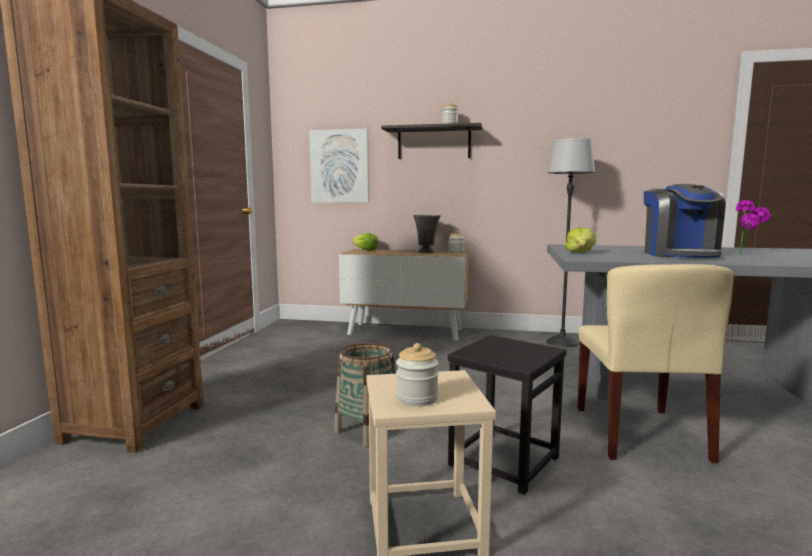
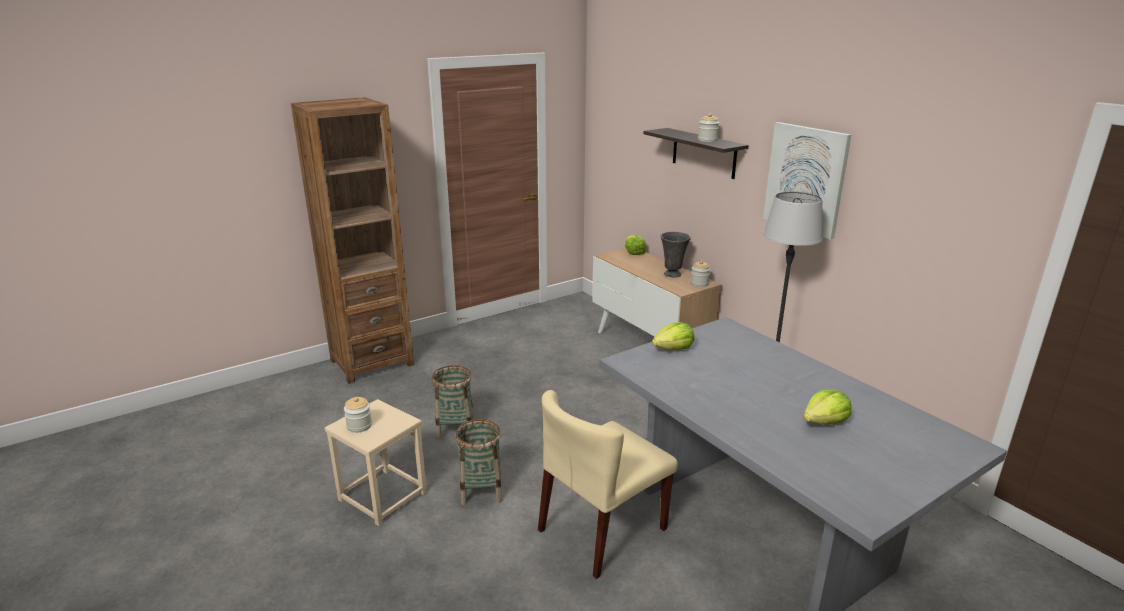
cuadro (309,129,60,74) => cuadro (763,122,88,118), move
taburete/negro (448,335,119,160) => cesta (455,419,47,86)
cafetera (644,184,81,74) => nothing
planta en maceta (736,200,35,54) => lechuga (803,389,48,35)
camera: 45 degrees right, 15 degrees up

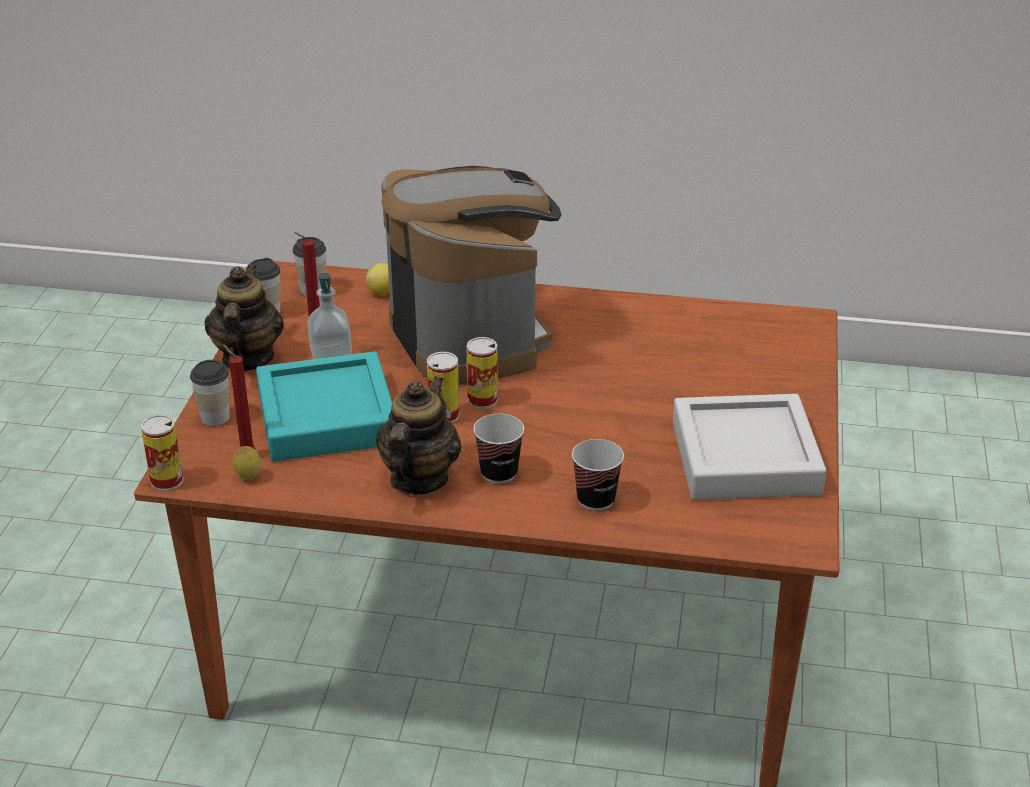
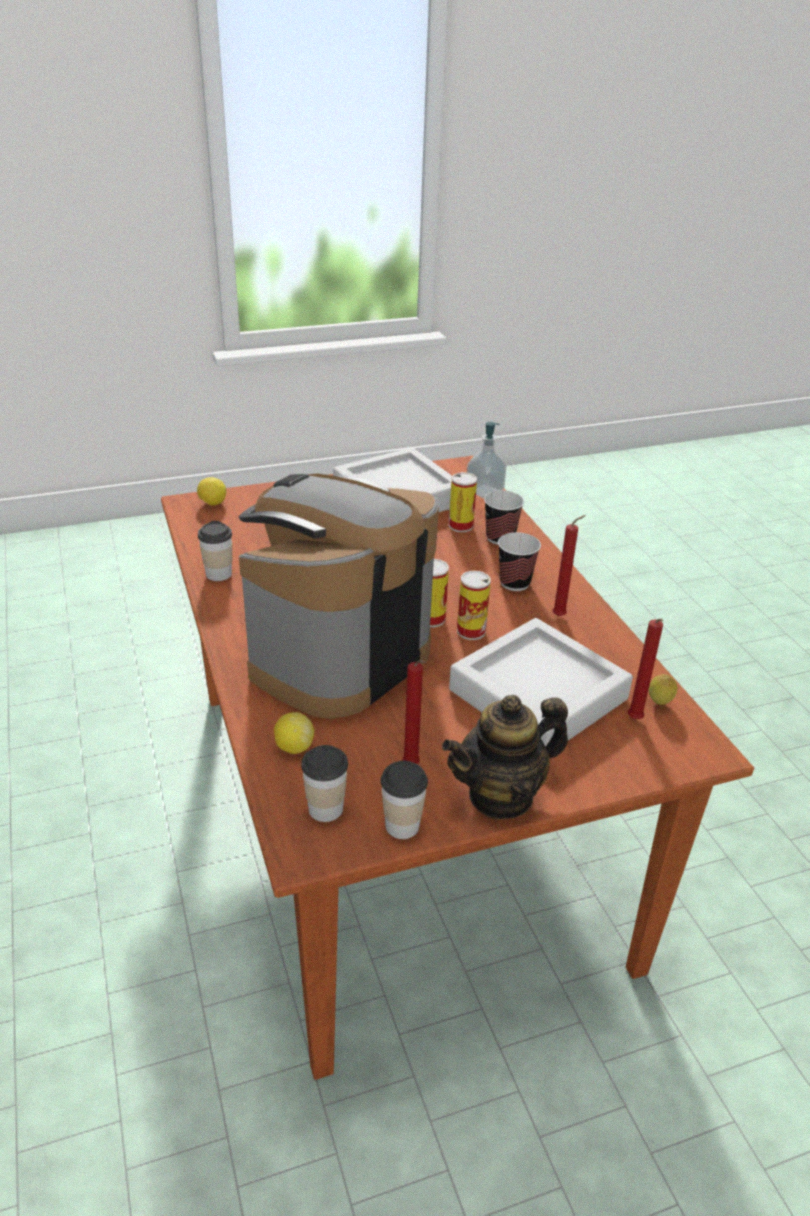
lata (141,415,43,76) => lata (449,472,28,60), move
taza (190,360,39,66) => taza (198,521,34,60), move
bandeja/turquesa (256,351,136,111) => bandeja/gris (449,618,184,129)
dispensador de jabón (307,273,45,86) => dispensador de jabón (467,422,39,76), move
tetera (376,376,86,119) => vela/rojo (553,515,33,101)
nothing => limón (197,477,29,28)
camera: 120 degrees left, 0 degrees up

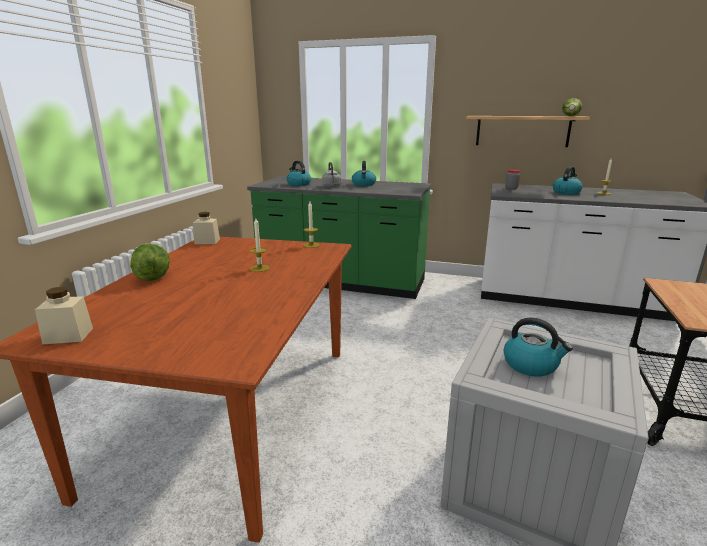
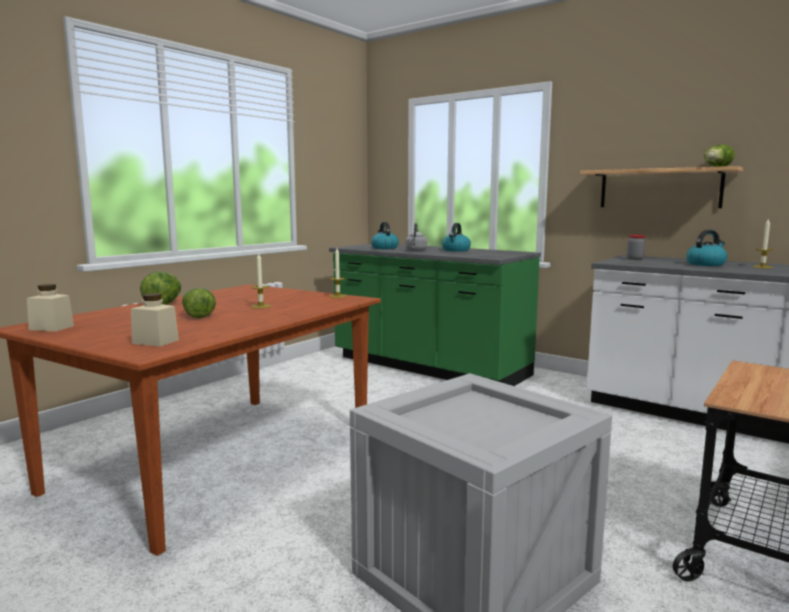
tarro/beis (193,212,27,32) => tarro/beis (131,293,48,54), move
hervidor (503,318,70,59) => nothing
nothing => lechuga (182,288,34,30)
camera: 20 degrees right, 10 degrees down

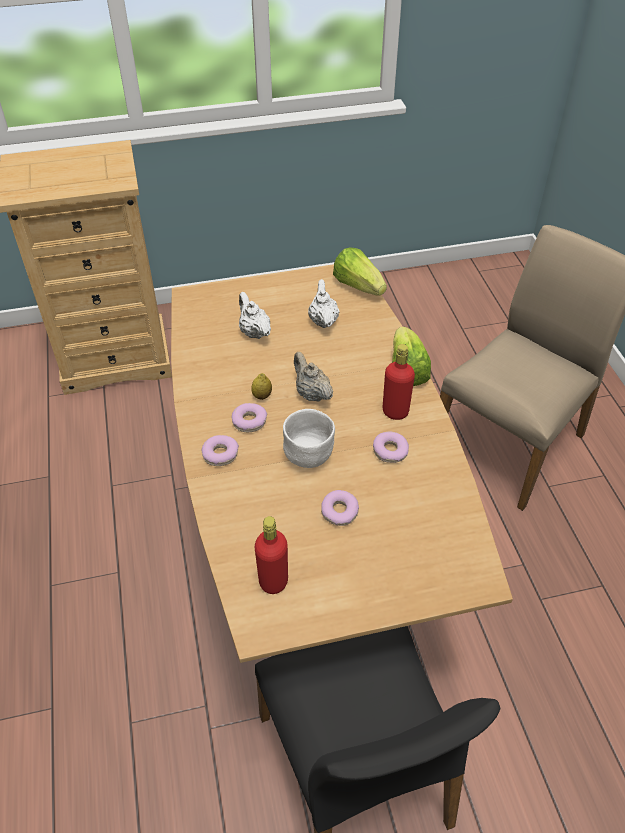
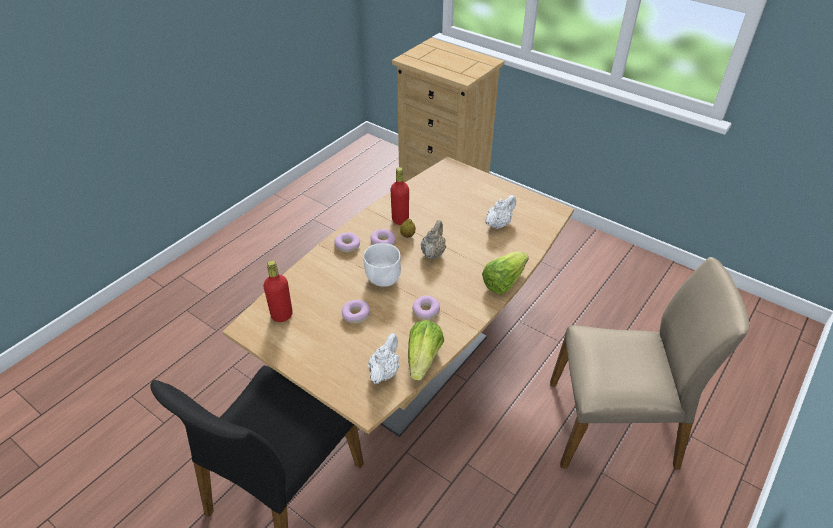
tetera/blanco (239,292,32,47) => tetera/blanco (368,334,31,50), move
lechuga (333,247,54,49) => lechuga (408,320,36,61), move
botella/rojo (382,344,33,76) => botella/rojo (390,167,19,58), move
camera: 50 degrees right, 5 degrees down

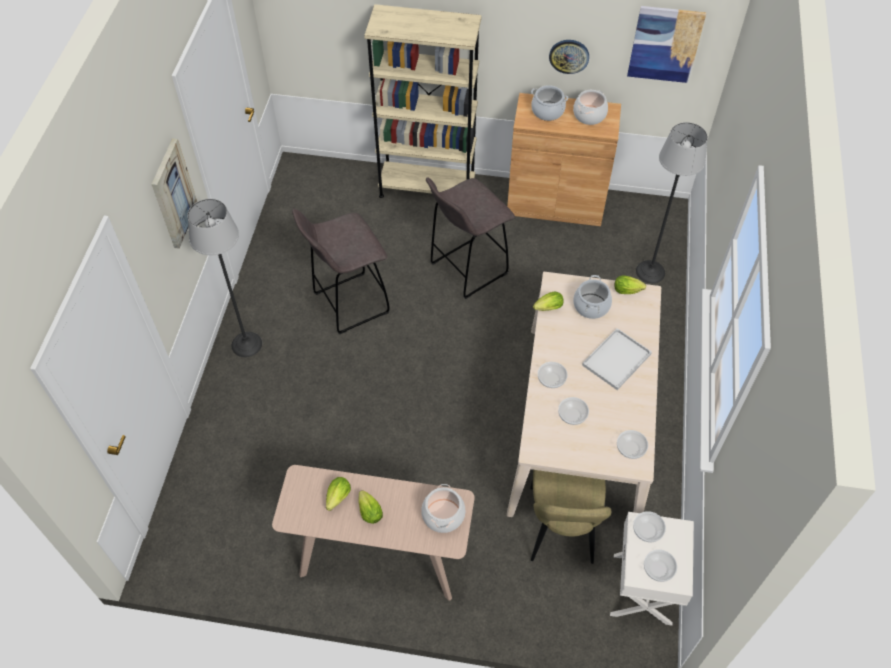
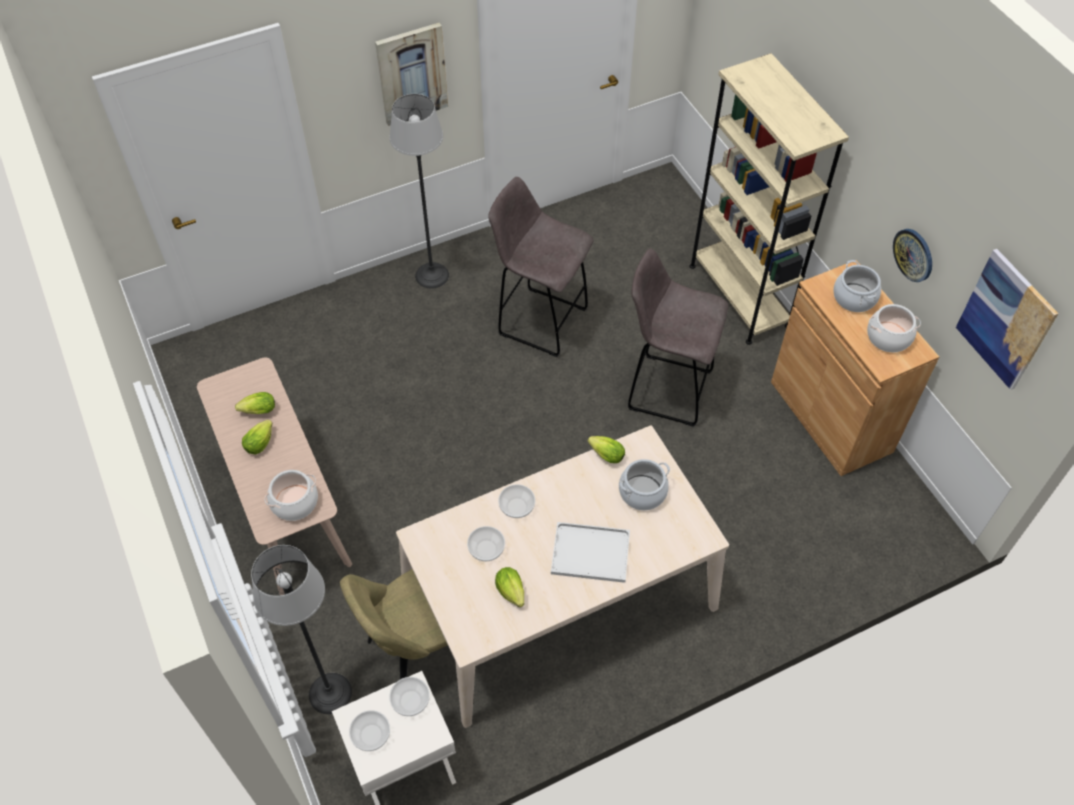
lechuga (614,275,32,19) => lechuga (495,567,29,40), move
cuenco (617,430,31,29) => nothing
lámpara de pie (636,122,72,161) => lámpara de pie (251,545,101,169), move
camera: 55 degrees right, 0 degrees up

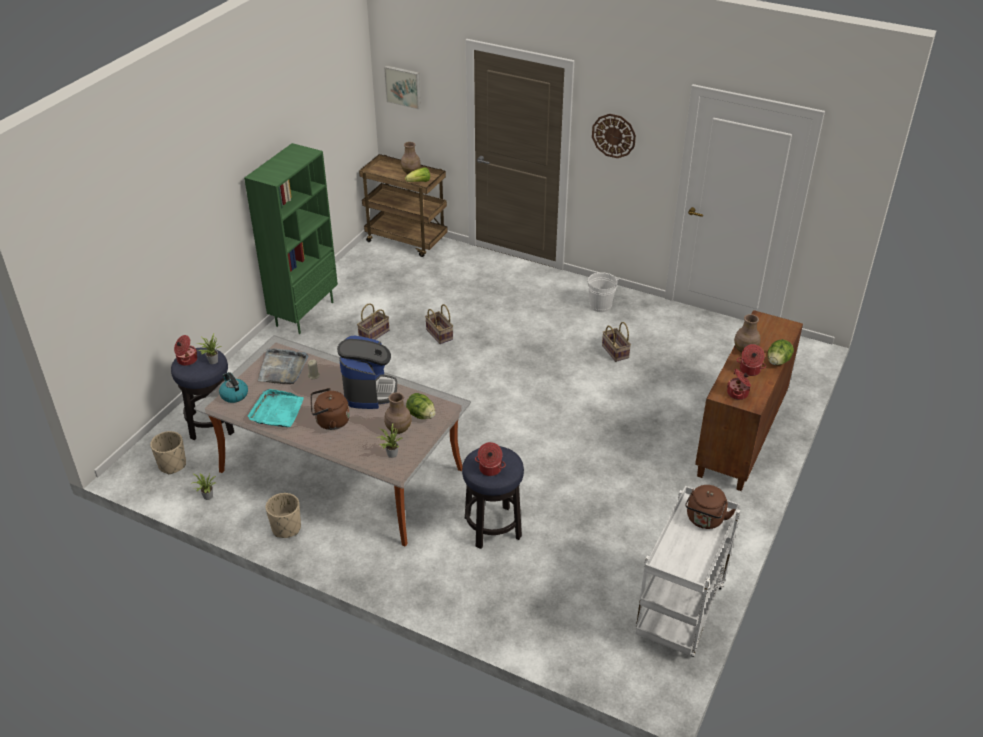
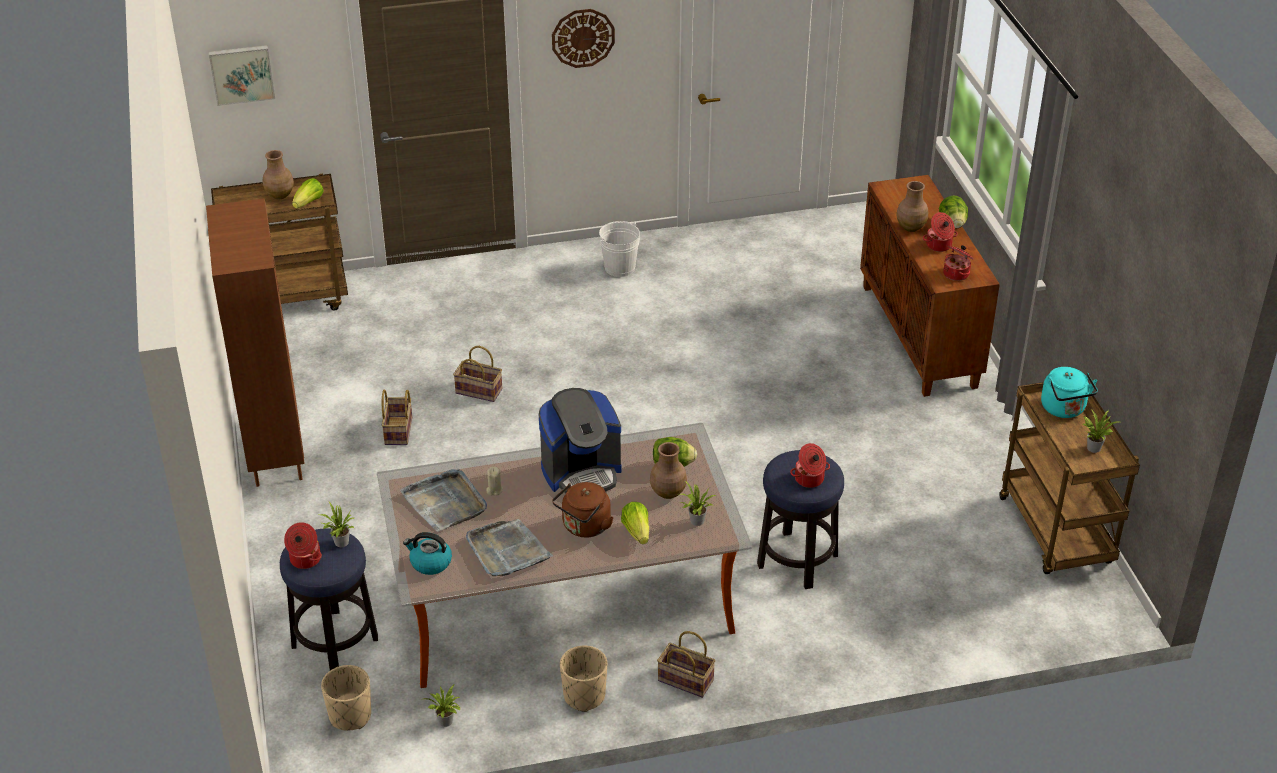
estantería/verde (244,143,94,191) => estantería/marrón (206,199,98,288)
bandeja/turquesa (248,389,56,38) => bandeja/gris (466,519,87,57)
cafetera (337,336,60,73) => cafetera (539,388,82,105), 105 degrees clockwise
cesta (602,322,29,40) => cesta (657,631,59,67), move
carrito/blanco (636,486,104,171) => carrito/marrón (999,382,141,192)
hervidor/marrón (685,485,51,44) => hervidor/turquesa (1041,367,57,51)
nothing => lechuga (621,502,28,42)
nothing => planta en maceta (1083,409,36,44)
camera: 40 degrees left, 0 degrees up

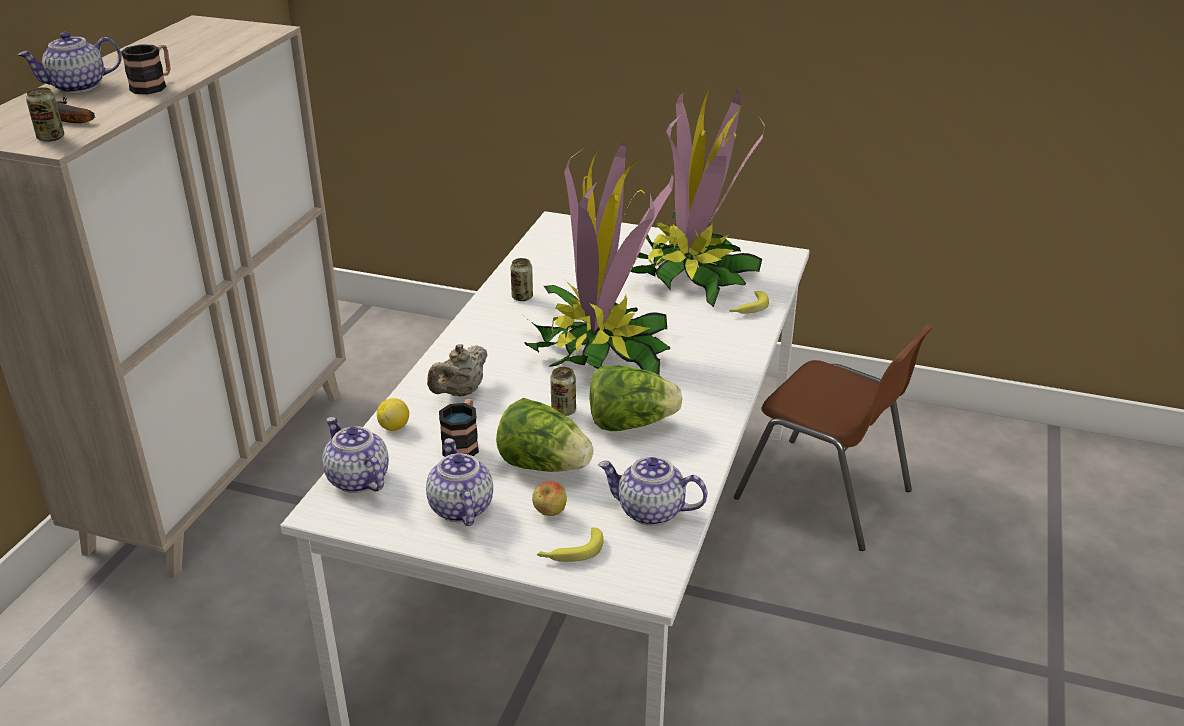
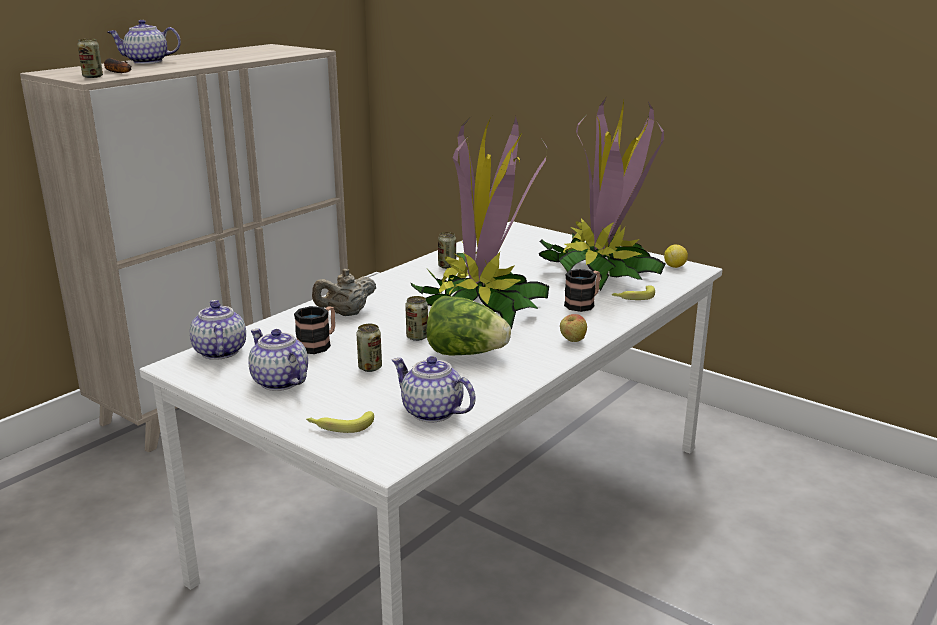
taza grande (121,44,50,50) => taza grande (564,269,36,43), move
limón (377,398,32,33) => limón (664,245,24,23), move
tetera (426,438,67,88) => tetera (248,329,60,62), 45 degrees counterclockwise
lechuga (496,398,97,74) => lata (356,324,26,48)
manzana (532,481,35,35) => manzana (560,314,27,28), move
silla/marrón (734,324,199,227) => nothing
camera: 20 degrees right, 10 degrees down

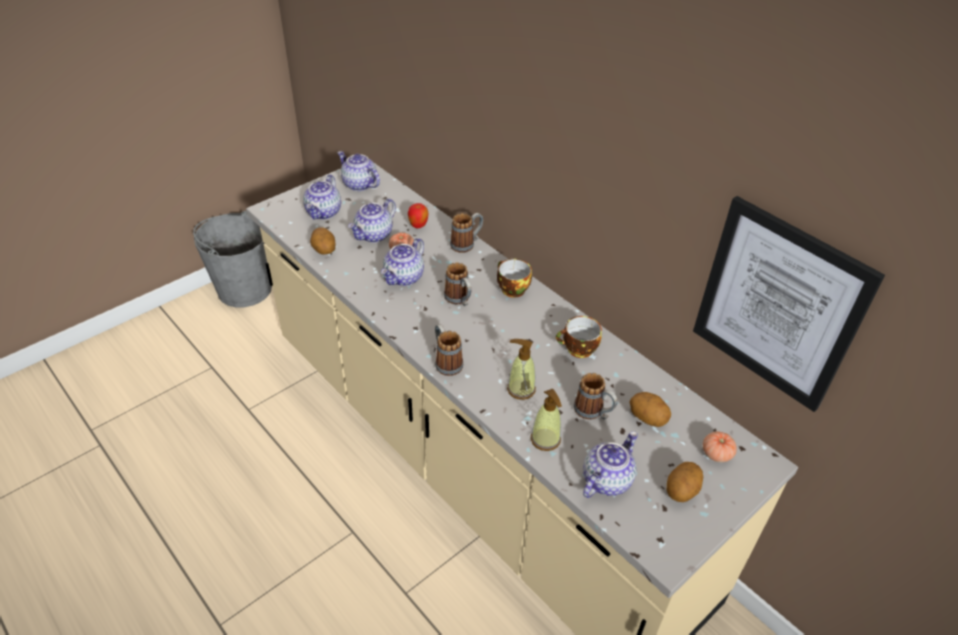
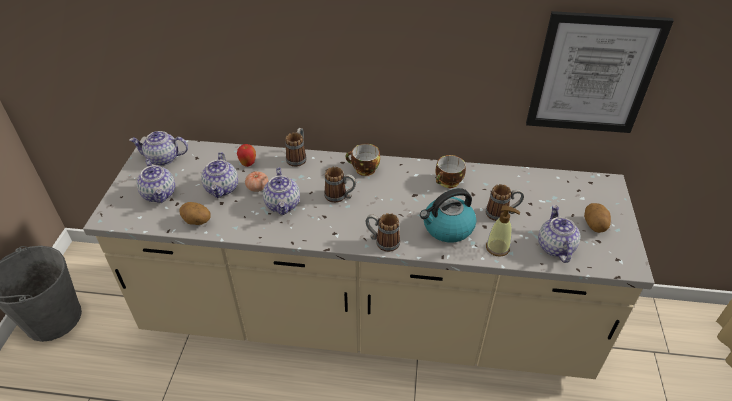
dispensador de jabón (507,339,29,61) => hervidor (420,188,56,55)
patata (629,392,42,35) => nothing
tomate (703,431,34,31) => nothing
camera: 40 degrees left, 0 degrees up

